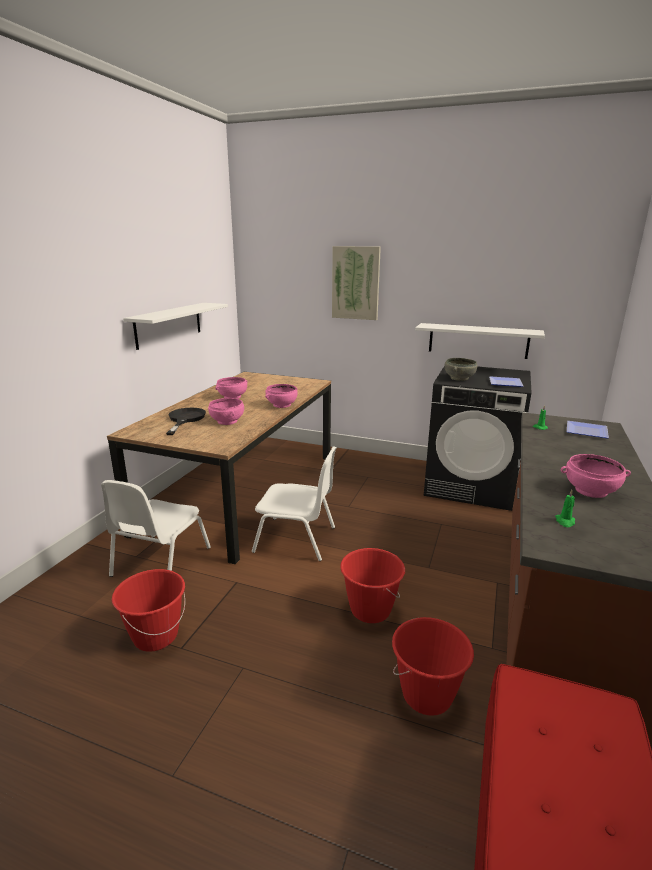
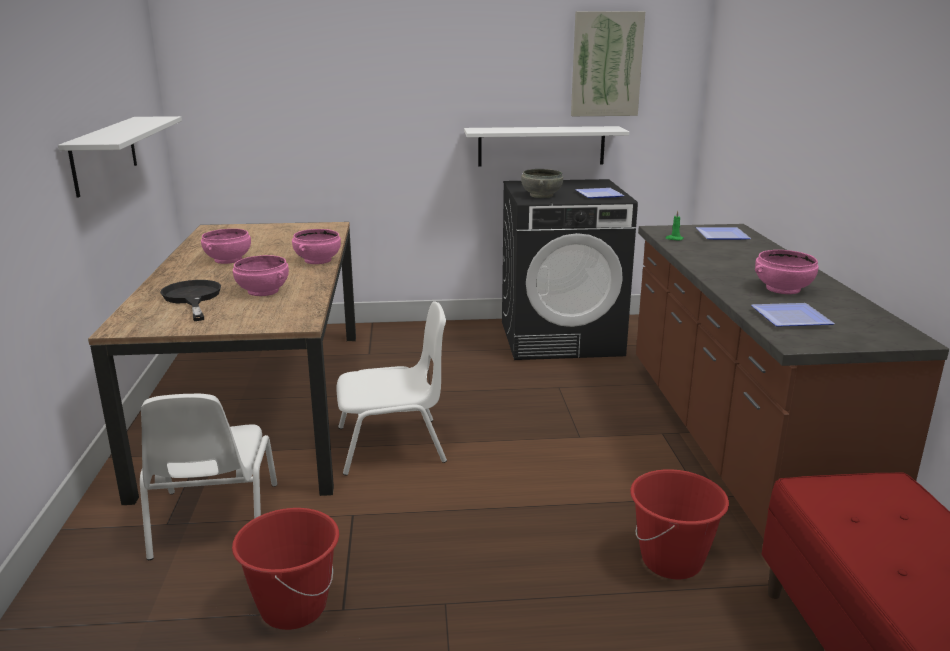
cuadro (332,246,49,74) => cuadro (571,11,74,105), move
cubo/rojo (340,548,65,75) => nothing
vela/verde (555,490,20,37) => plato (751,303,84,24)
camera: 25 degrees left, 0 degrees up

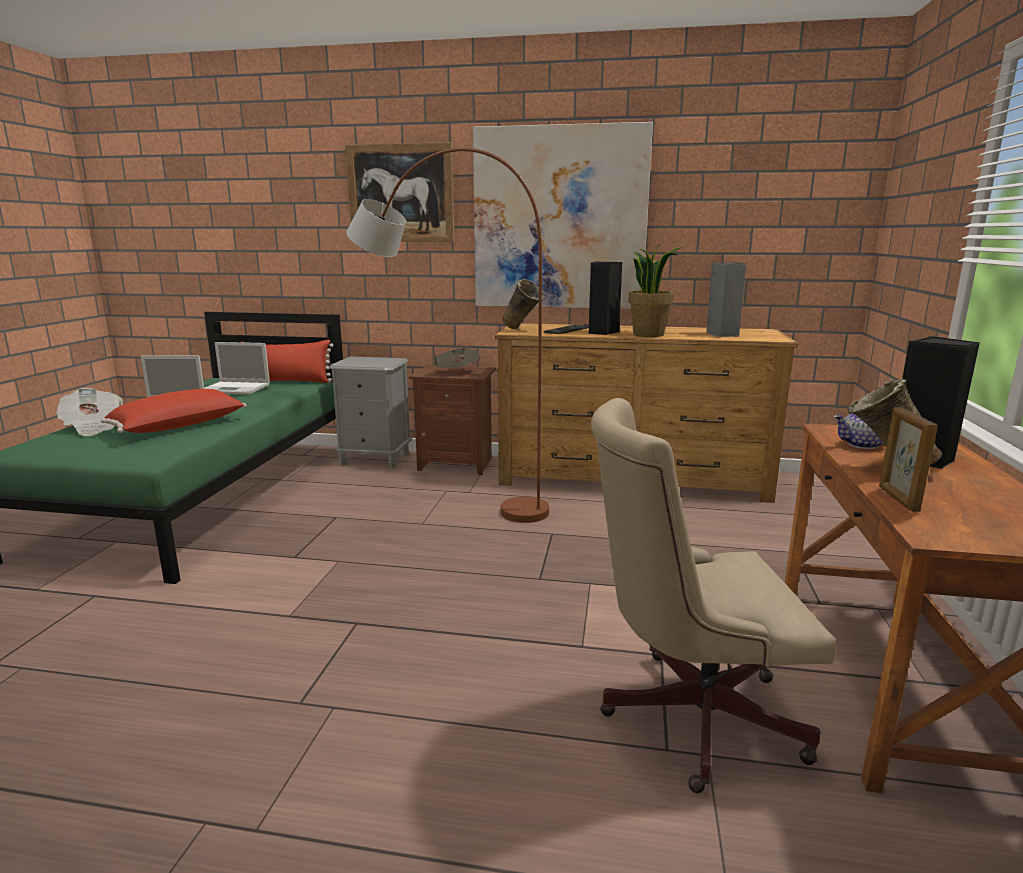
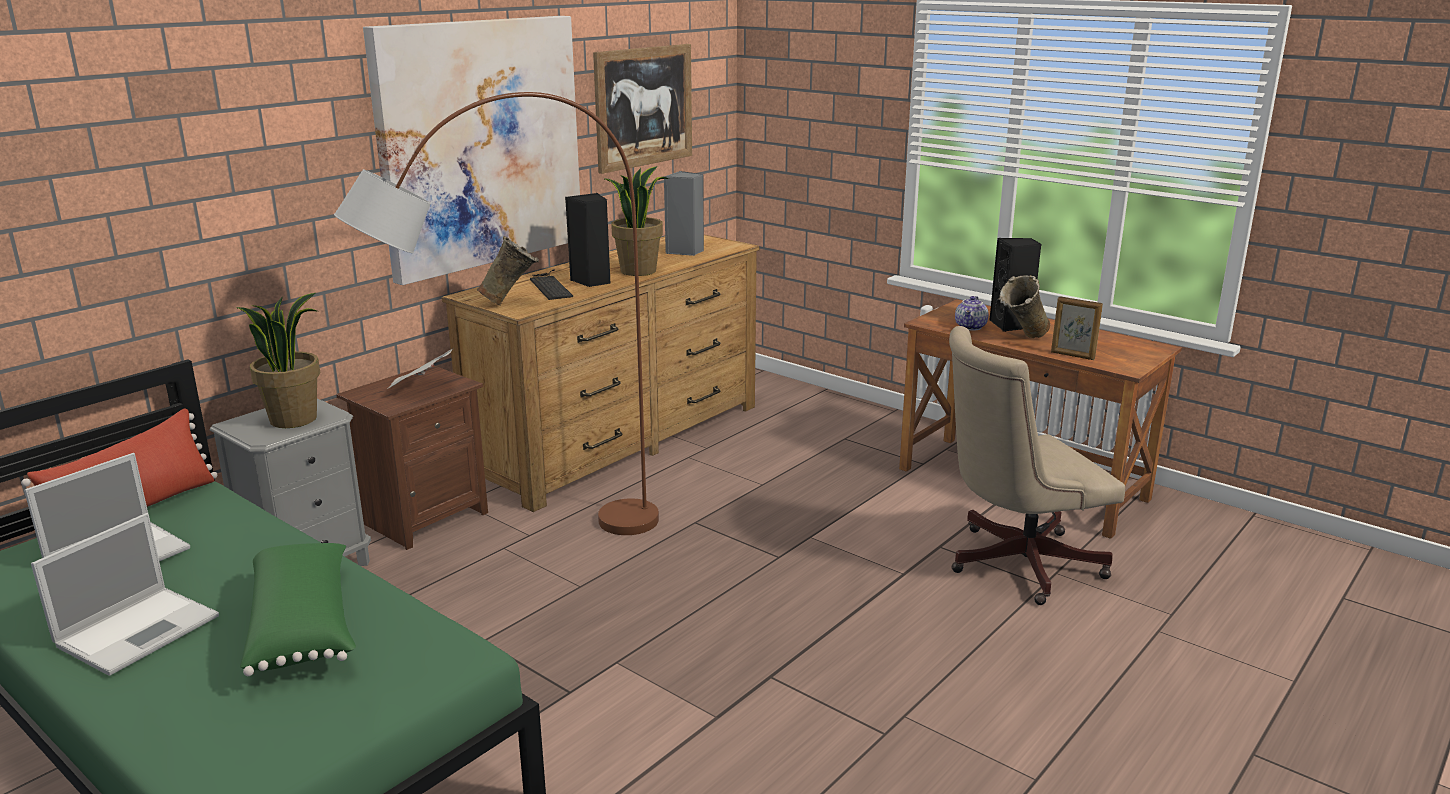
periódico (55,388,68,48) => nothing
cojín/rojo (101,389,146,44) => cojín/verde (240,543,116,133)
cuadro (345,142,109,100) => cuadro (593,44,99,130), move
silla de oficina/beis (591,398,245,395) => silla de oficina/beis (949,326,176,279), 45 degrees clockwise
nothing => planta en maceta (236,293,84,135)
camera: 60 degrees left, 5 degrees up

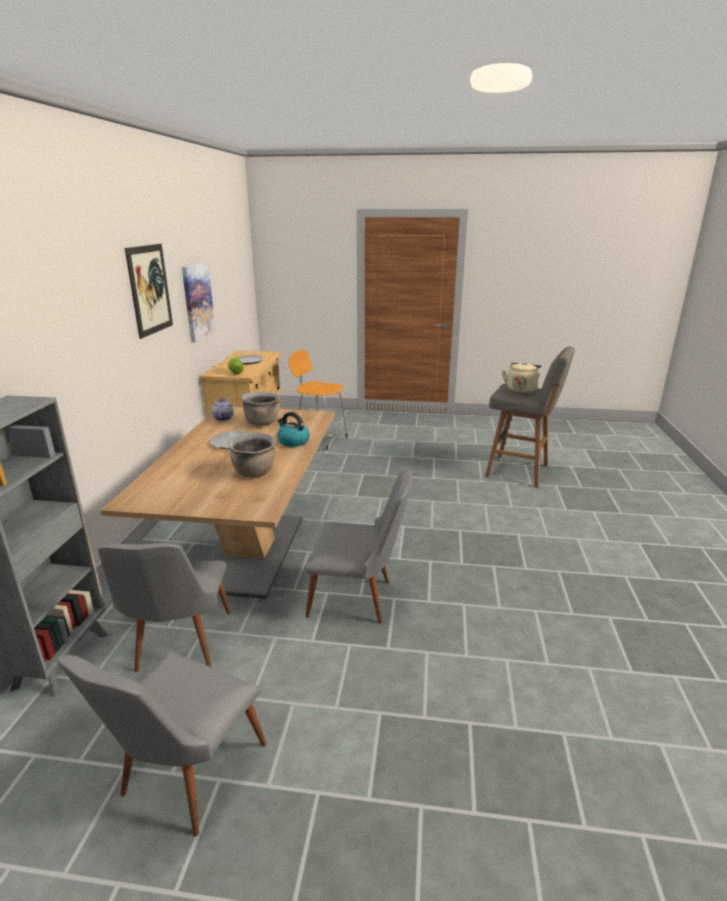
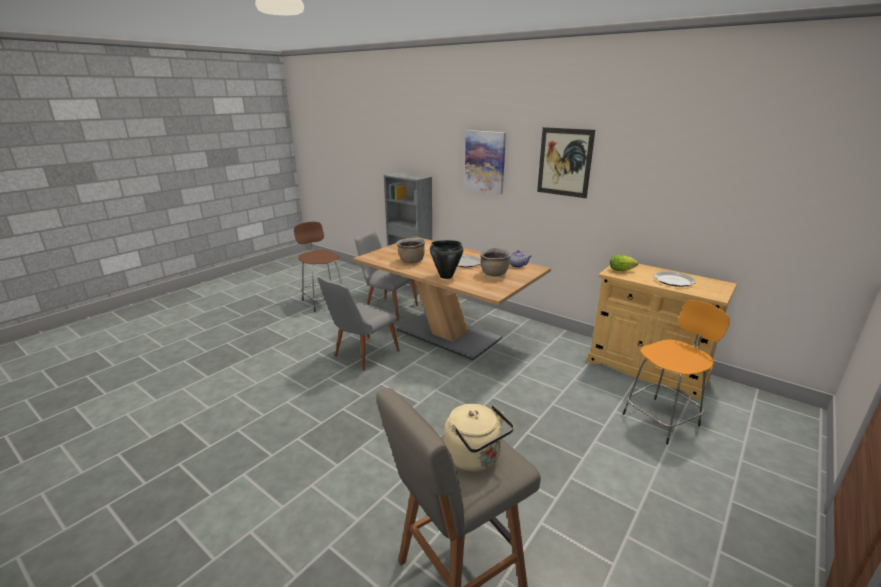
silla/gris (56,651,211,185) => taburete/marrón (294,222,48,90)
cuadro (182,262,34,81) => cuadro (465,130,41,65), move
hervidor (277,412,33,35) => olla/negro (430,240,33,39)
camera: 120 degrees right, 0 degrees up

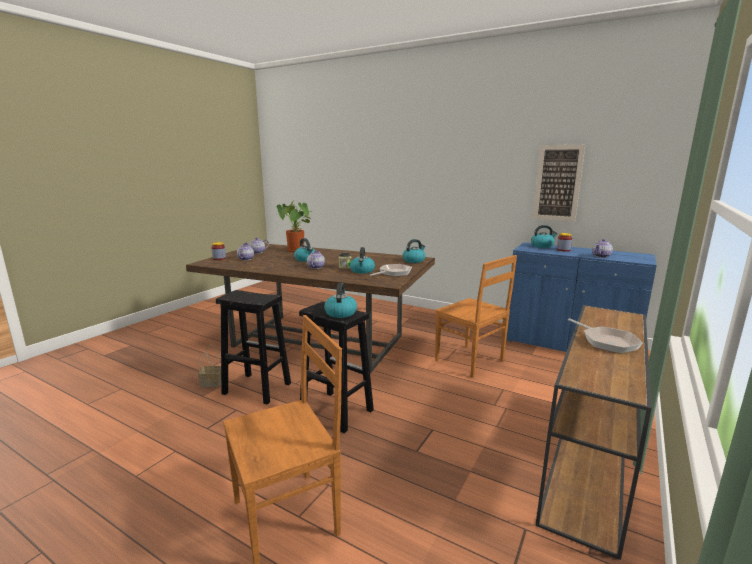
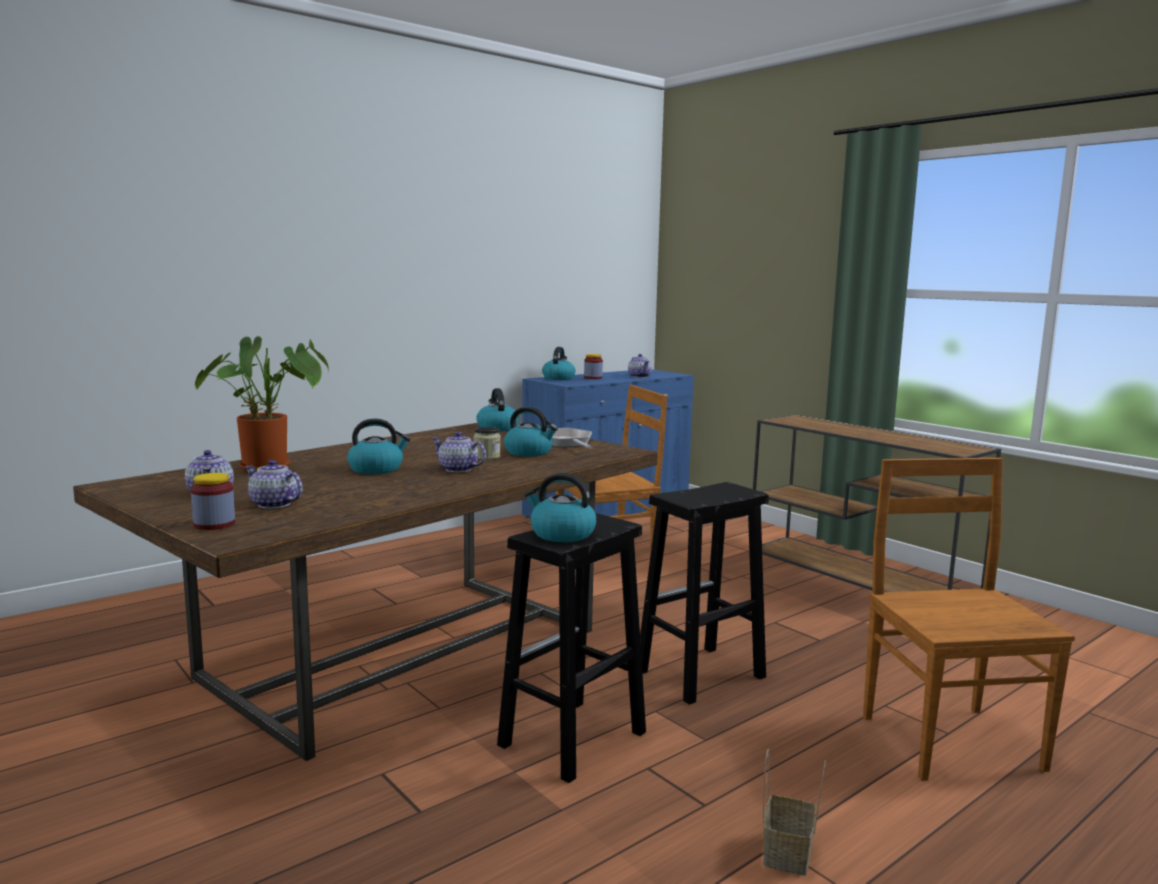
cesta (198,345,23,42) => cesta (763,749,63,127), move
hervidor (324,283,33,35) => hervidor (524,473,72,69), move
cuadro (533,145,52,76) => nothing
sartén (568,318,75,36) => nothing
camera: 70 degrees left, 5 degrees down

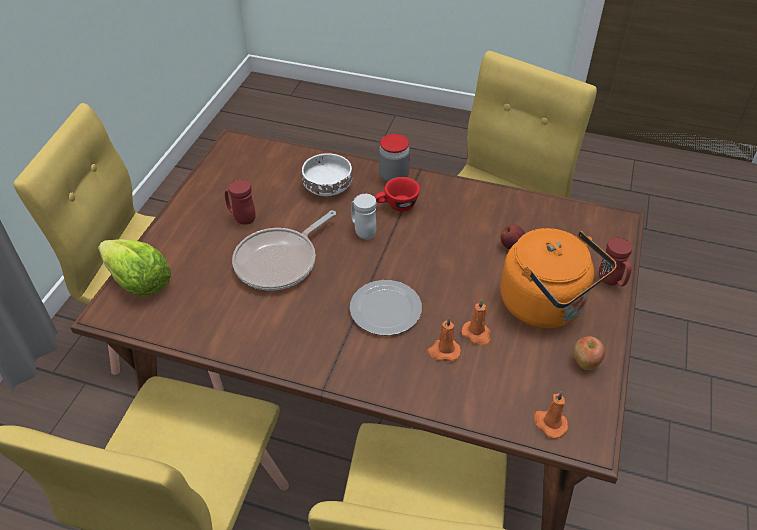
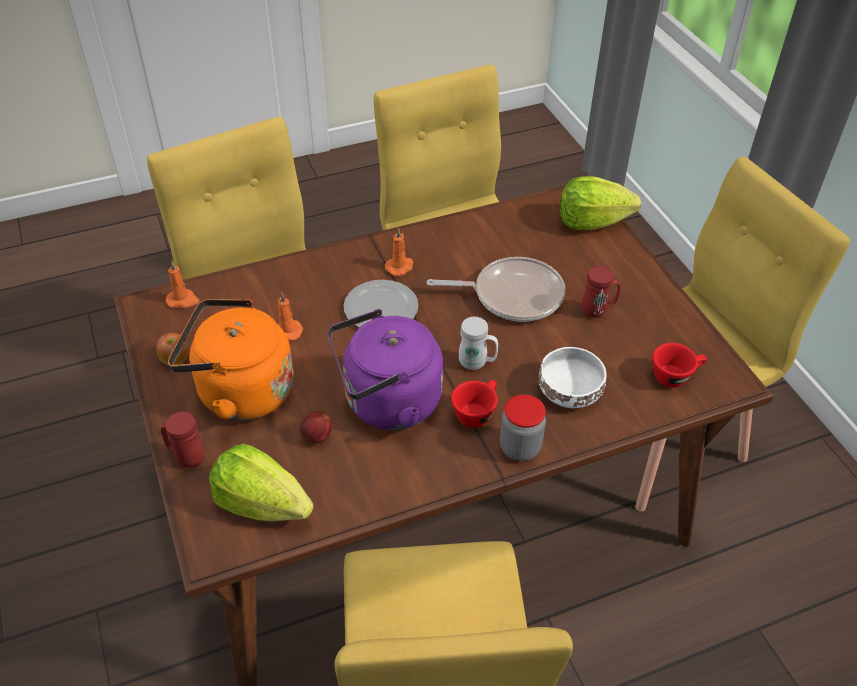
sartén (232,210,104,81) => sartén (426,257,139,65), 90 degrees clockwise
vela/naranja (427,317,34,44) => vela/naranja (385,228,28,48), move
nothing => lechuga (209,444,105,77)
nothing => hervidor/morado (327,309,116,121)
nothing => taza/rojo (653,343,54,44)
camera: 140 degrees right, 0 degrees up

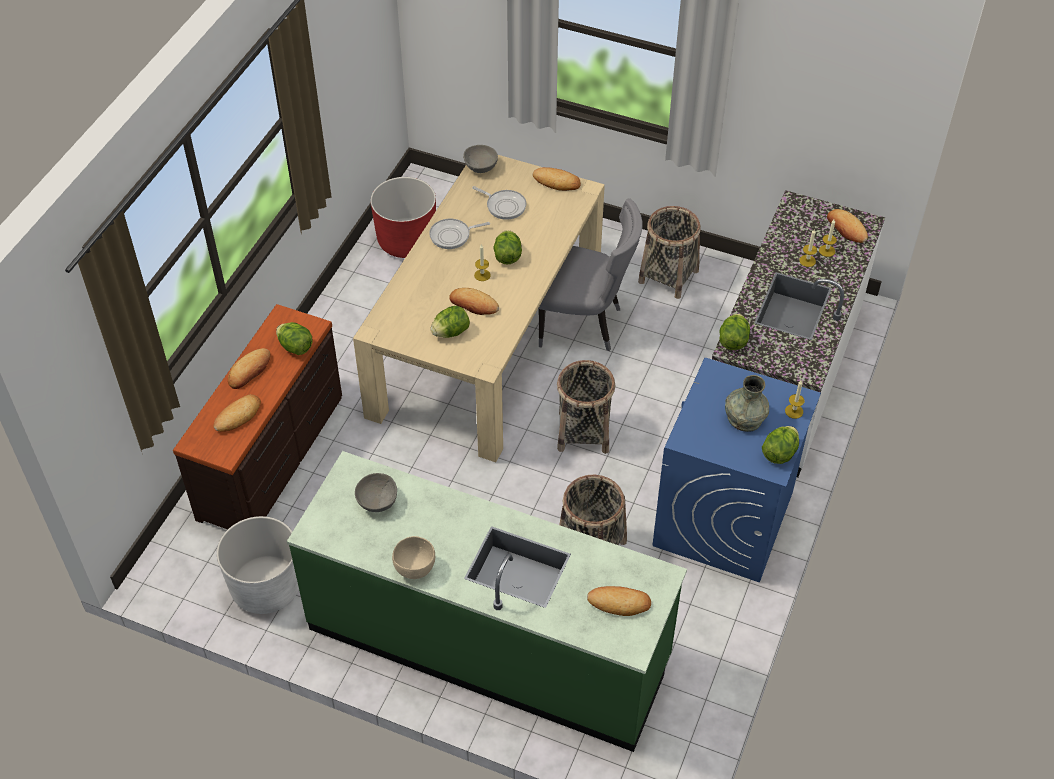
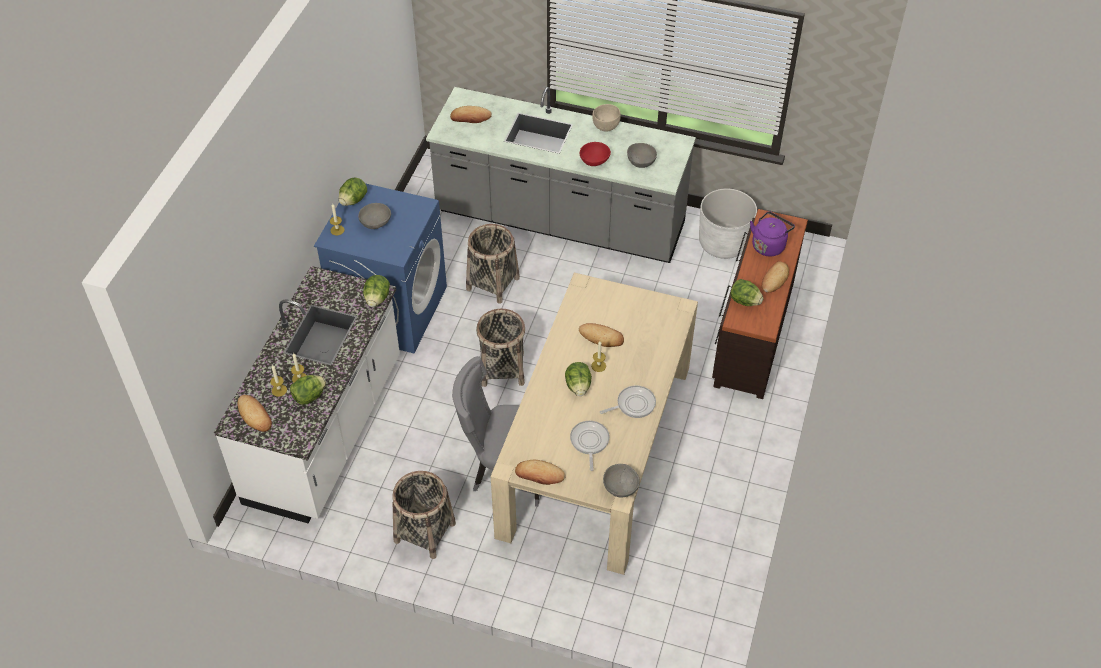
pan (214,394,47,38) => hervidor/morado (750,211,45,45)
mueble bajo de cocina/verde (287,451,400,301) => mueble bajo de cocina/gris (426,87,270,176)
maceta/rojo (370,177,66,81) => nothing
lechuga (430,306,40,32) => lechuga (290,375,36,30), move
sartén (472,186,55,34) => sartén (570,421,39,50), 60 degrees clockwise
florero/gris (725,375,44,57) => cuenco/gris (358,203,33,26)
nothing => cuenco/rojo (580,142,31,24)
camera: 175 degrees right, 0 degrees up

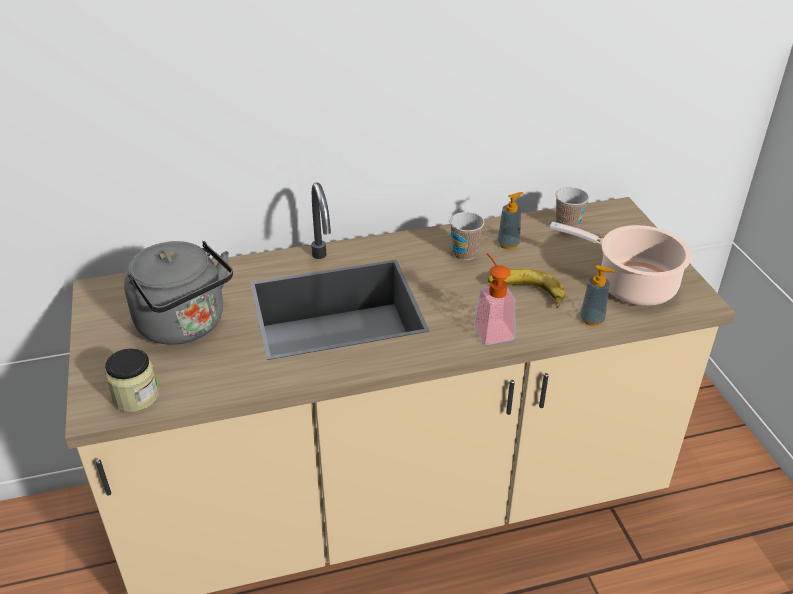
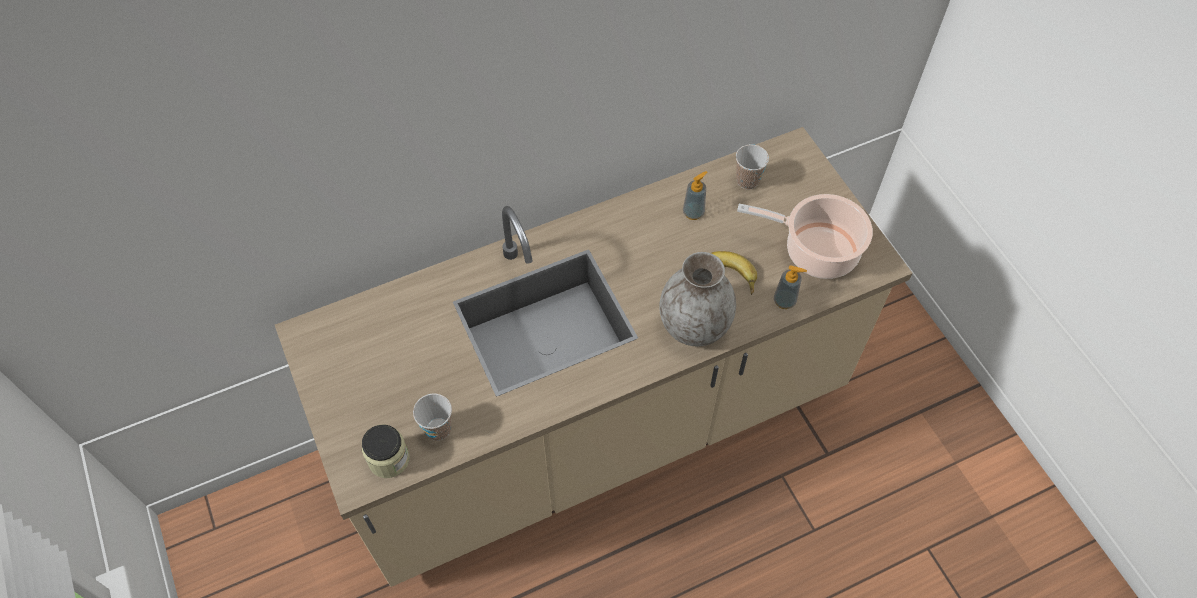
hervidor/gris (124,241,109,104) => nothing
taza (450,212,34,48) => taza (413,393,39,48), move
dispensador de jabón (474,253,41,92) => florero/gris (660,252,76,95)
camera: 10 degrees left, 20 degrees up

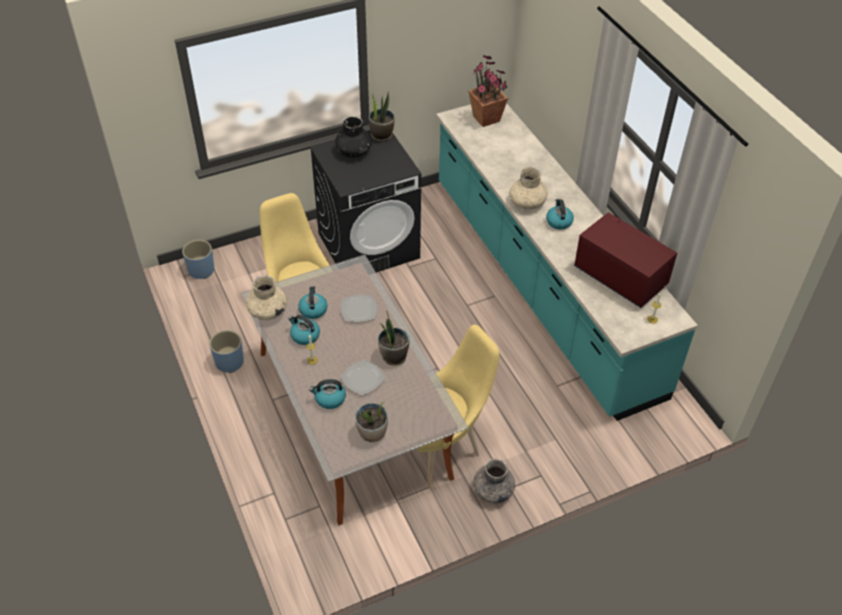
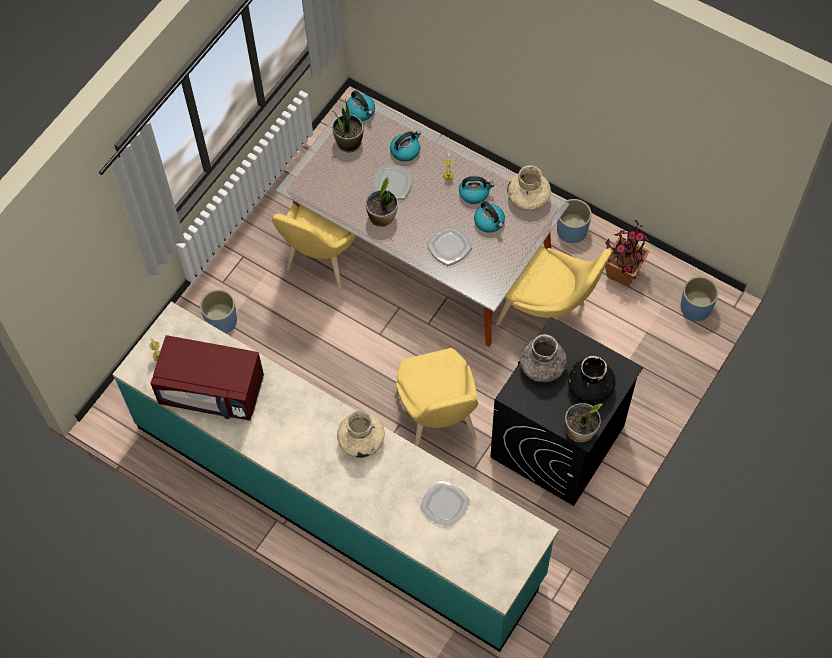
planta en maceta (469,55,39,72) => planta en maceta (605,220,45,67), move
florero/gris (474,458,41,45) => florero/gris (520,334,47,49), move
hervidor (546,199,28,31) => hervidor (347,90,28,31), move
nothing => maceta/azul (200,290,37,43)
nothing => silla/amarillo (395,348,83,99)
nothing => plato (420,480,50,47)
camera: 150 degrees right, 15 degrees up

